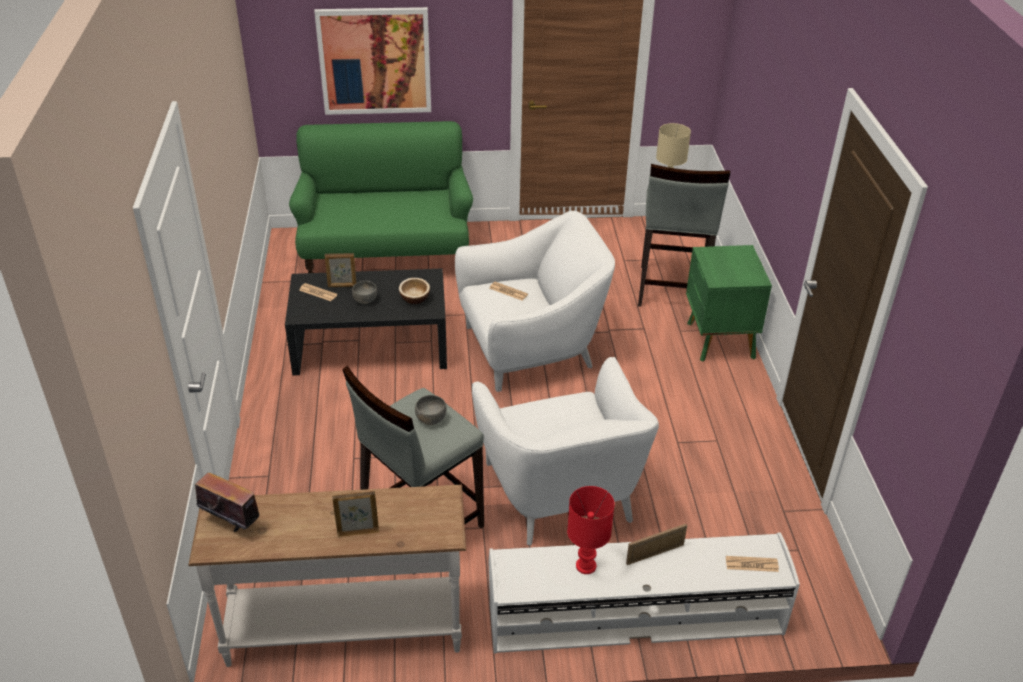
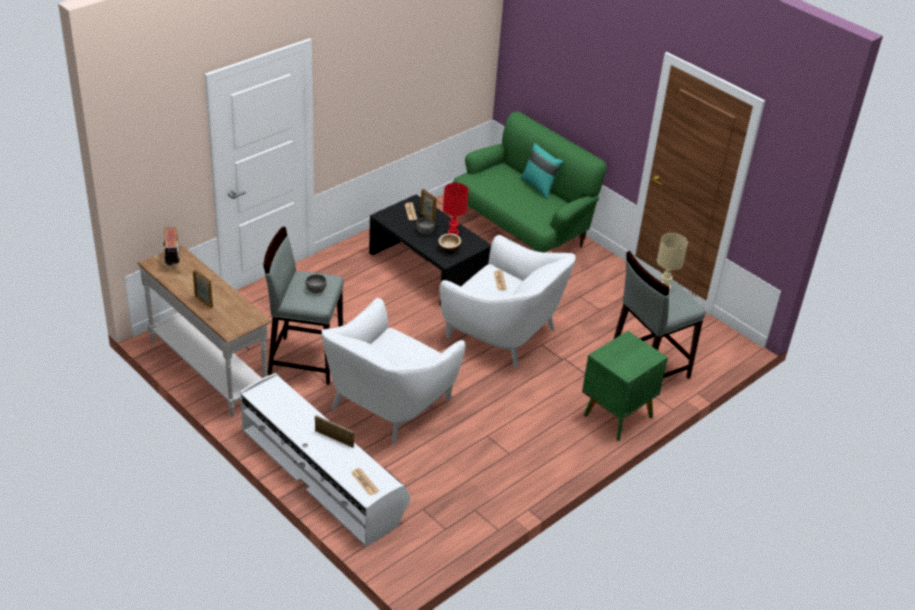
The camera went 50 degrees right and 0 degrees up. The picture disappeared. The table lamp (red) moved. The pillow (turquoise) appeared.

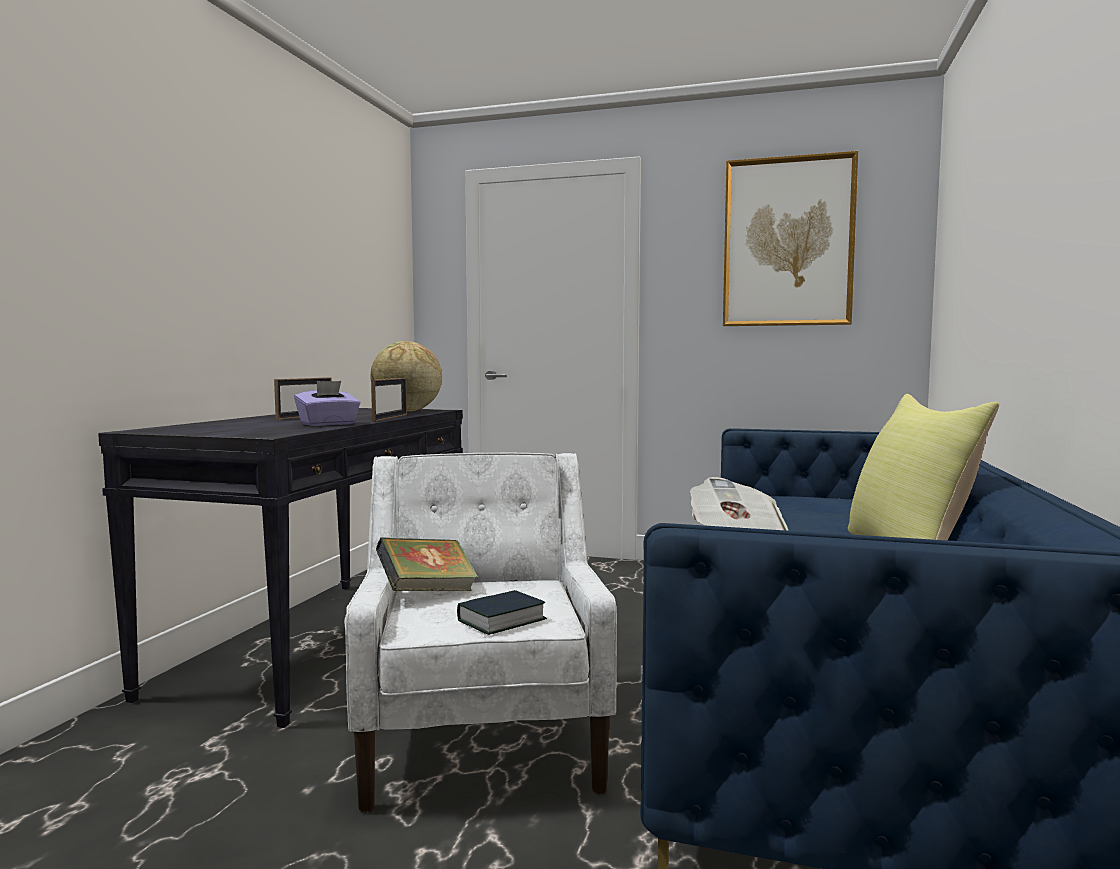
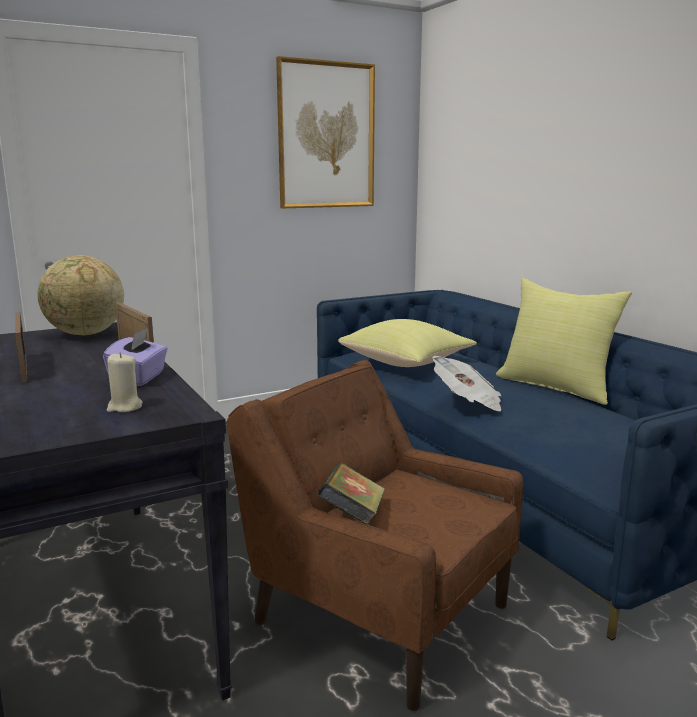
The camera went 45 degrees left and 10 degrees up. The armchair (white) became the armchair (brown). The book (no. 2 from left) disappeared. The pillow (yellow) (no. 1 from left) appeared. The candle (beige) appeared.

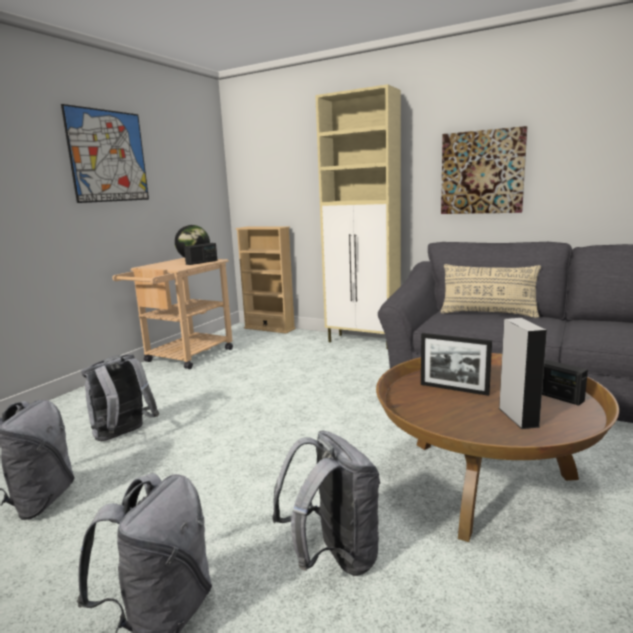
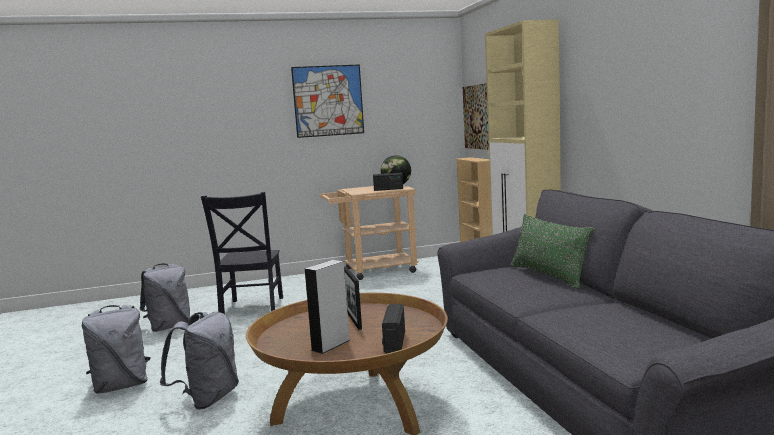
The camera went 45 degrees right and 5 degrees down. The picture (no. 2 from left) moved. The pillow (beige) became the pillow (green). The backpack (grey) (no. 2 from left) was replaced by the chair (black).

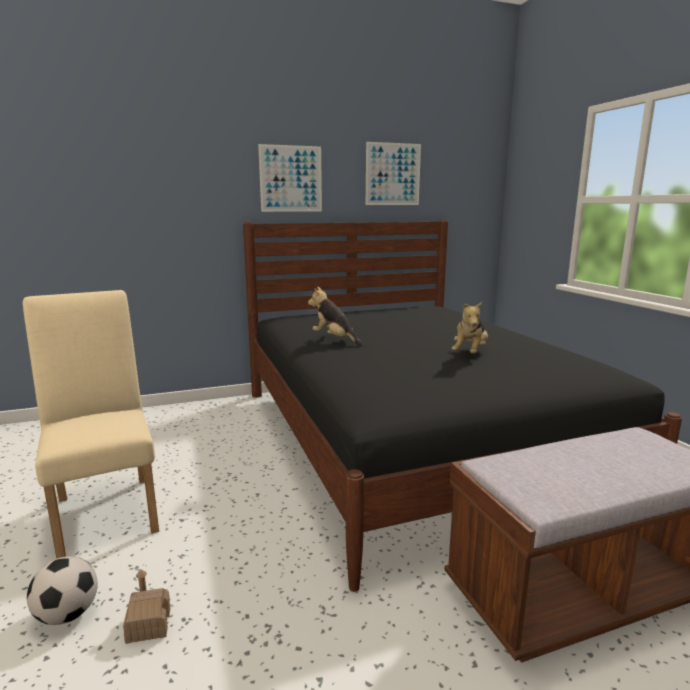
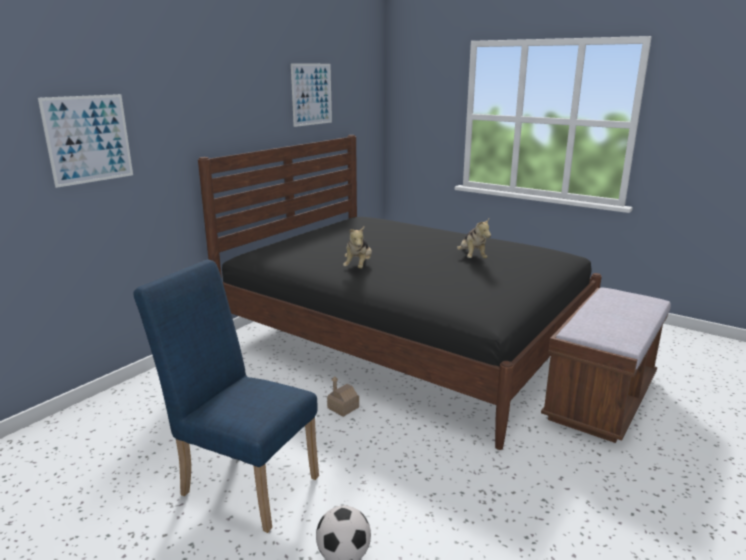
The camera went 35 degrees left and 5 degrees up. The picture (no. 1 from left) moved. The plush toy (no. 1 from left) turned 90 degrees counterclockwise. The chair (beige) became the chair (blue). The toy house moved.

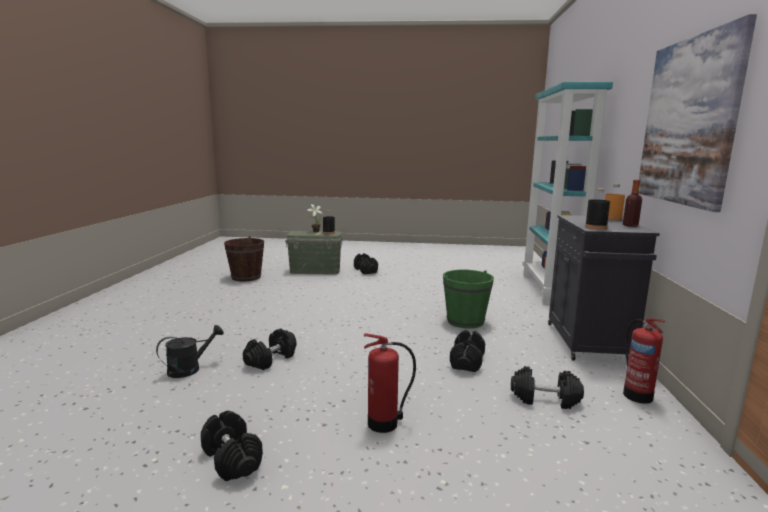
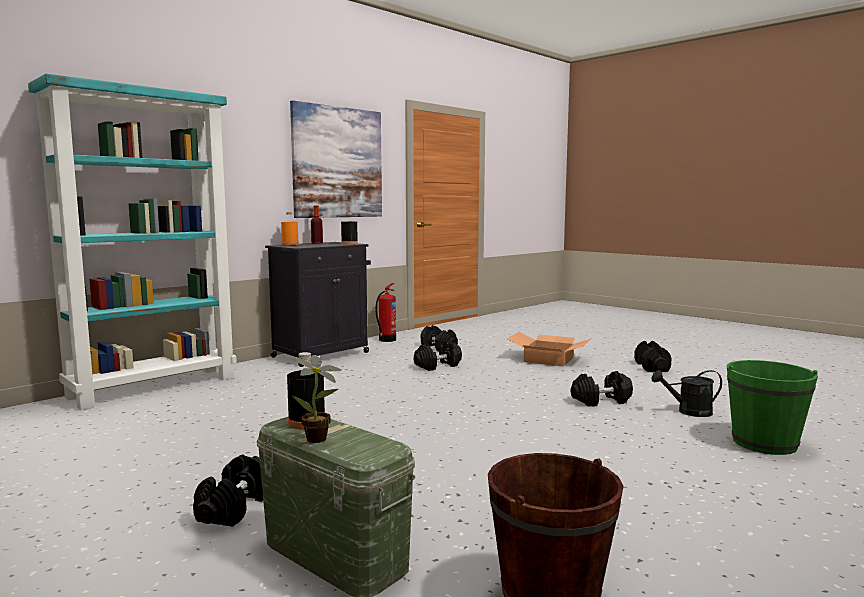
The camera went 140 degrees left and 5 degrees down. The bucket (green) moved. The fire extinguisher (no. 1 from left) was replaced by the cardboard box.

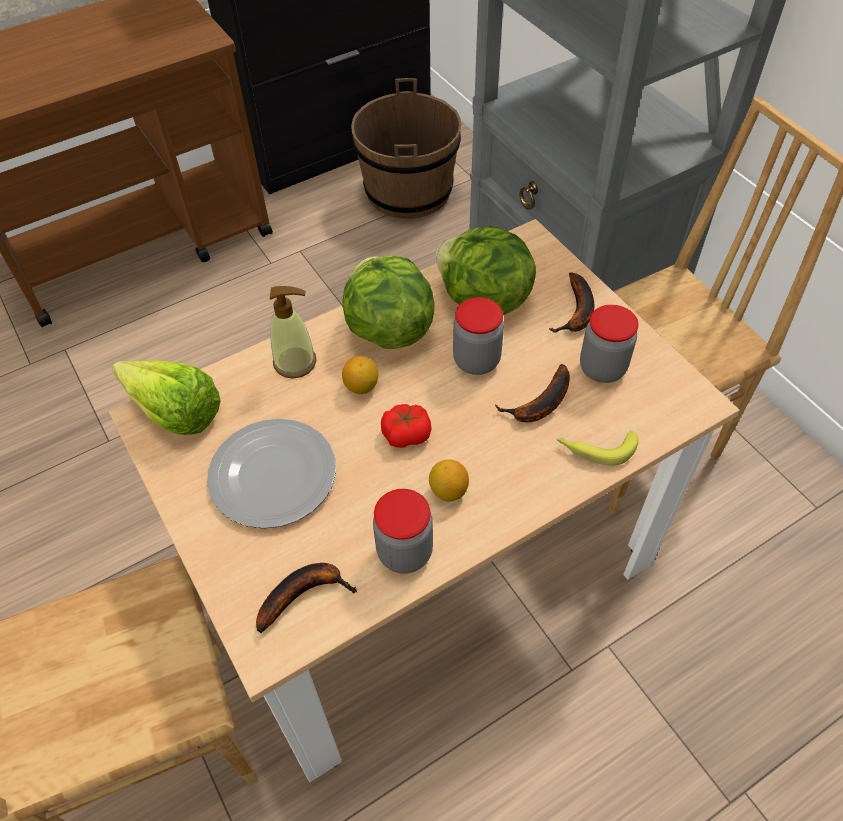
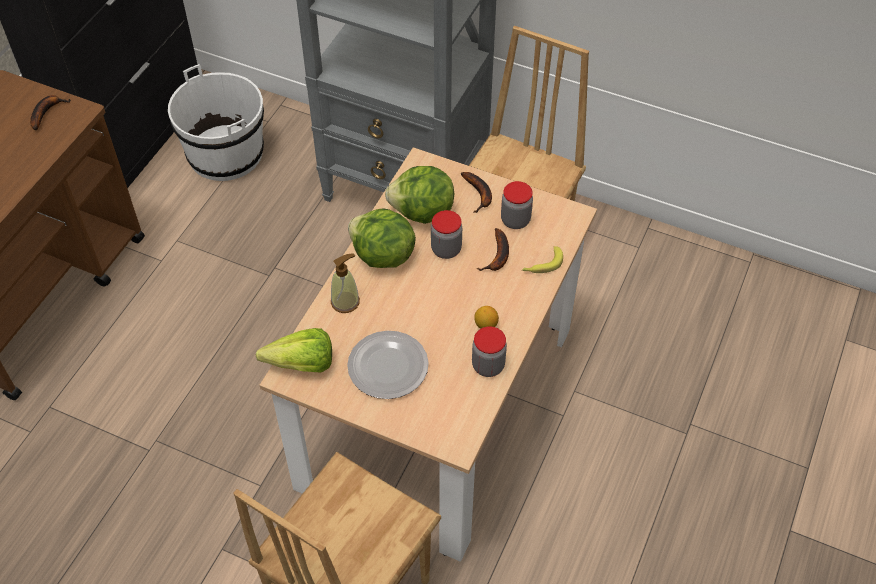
The camera went 35 degrees left and 0 degrees up. The bucket (brown) became the bucket (white). The lemon (no. 1 from left) disappeared. The tomato disappeared. The banana (no. 1 from left) moved.

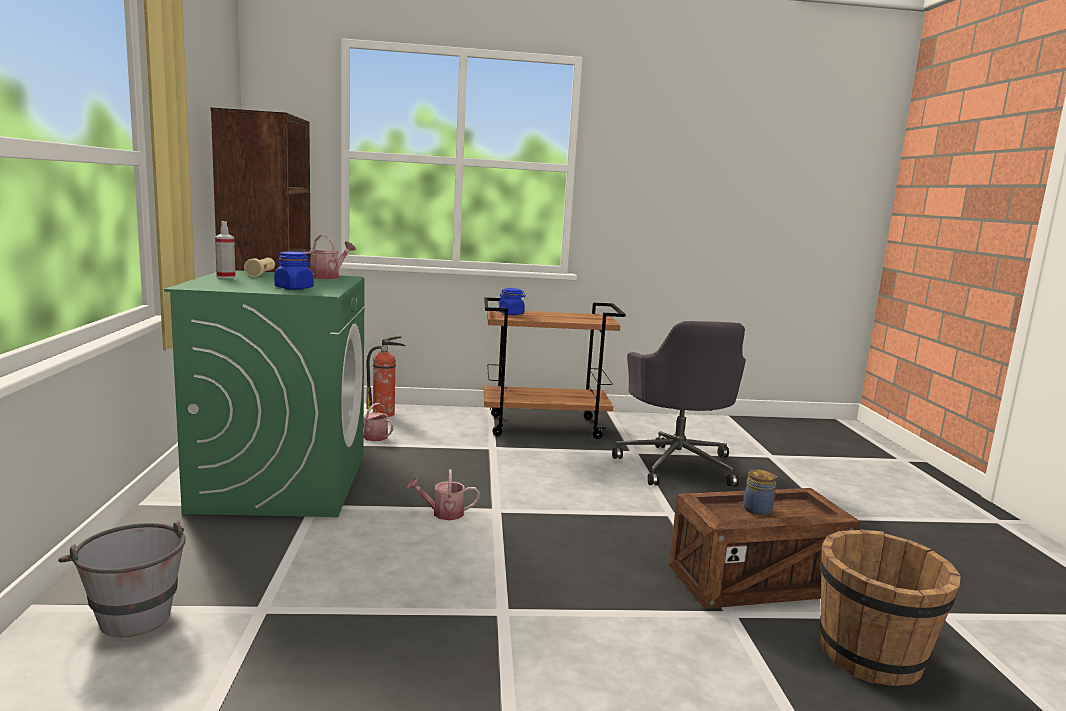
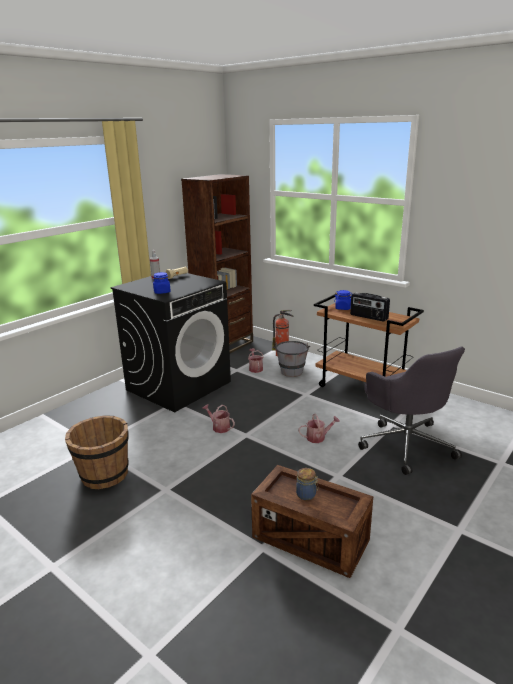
The camera went 45 degrees right and 10 degrees up. The watering can (no. 1 from left in the first image) moved. The washing machine (green) became the washing machine (black). The office chair (grey) turned 60 degrees counterclockwise. The bucket (grey) moved. The bucket (brown) moved. The radio appeared.

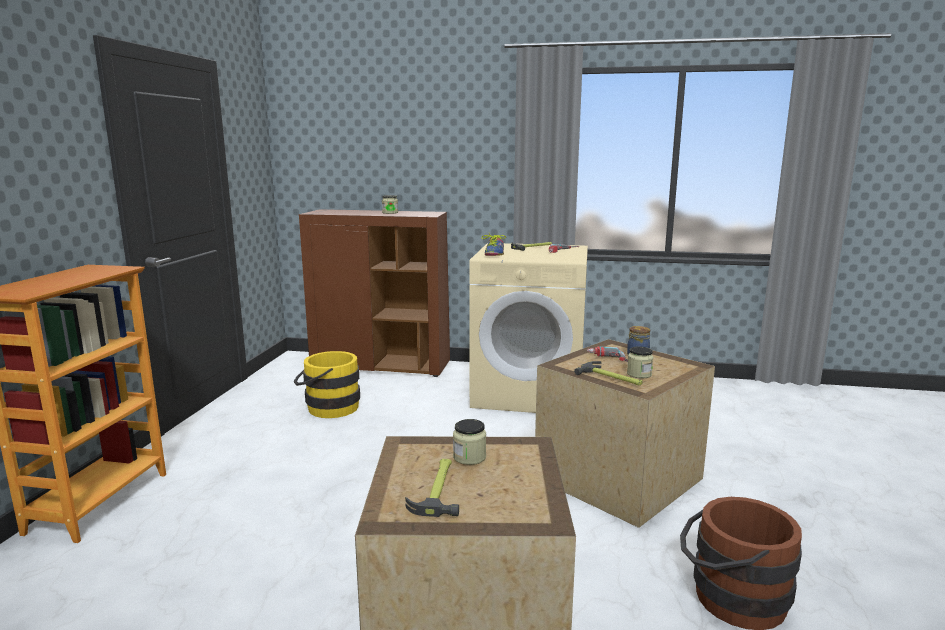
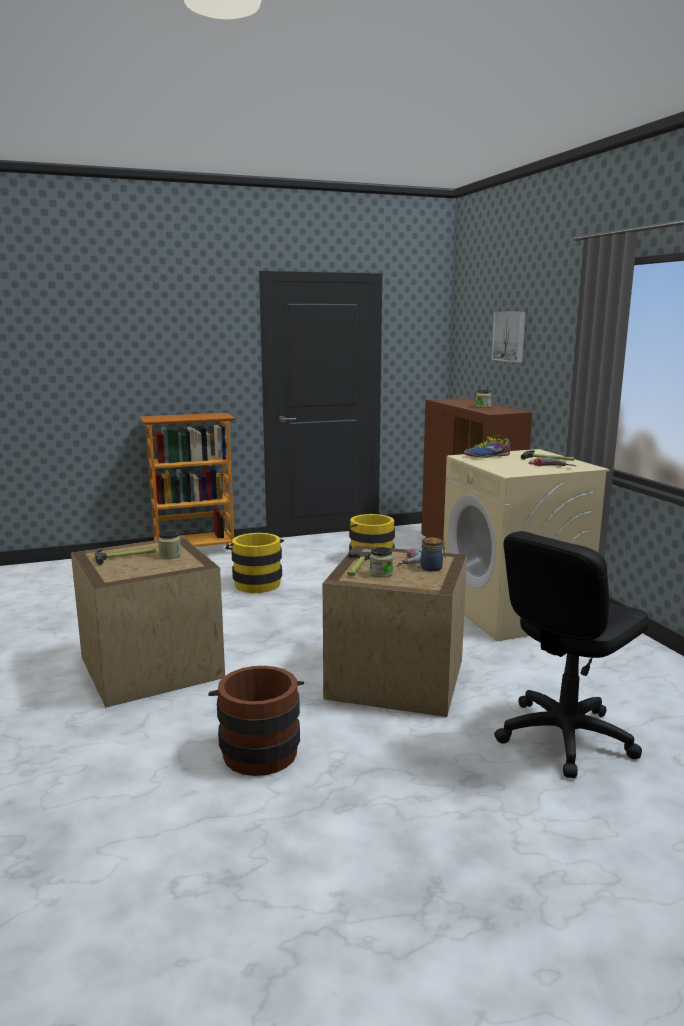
The camera went 60 degrees right and 0 degrees up. The picture appeared. The office chair (black) appeared. The bucket (yellow) (no. 1 from left) appeared.

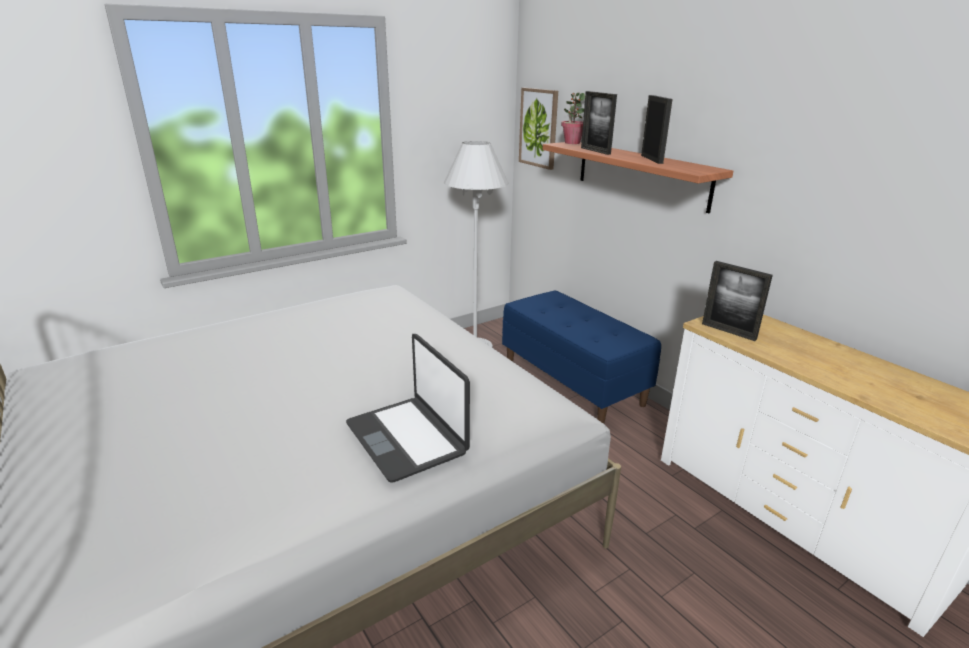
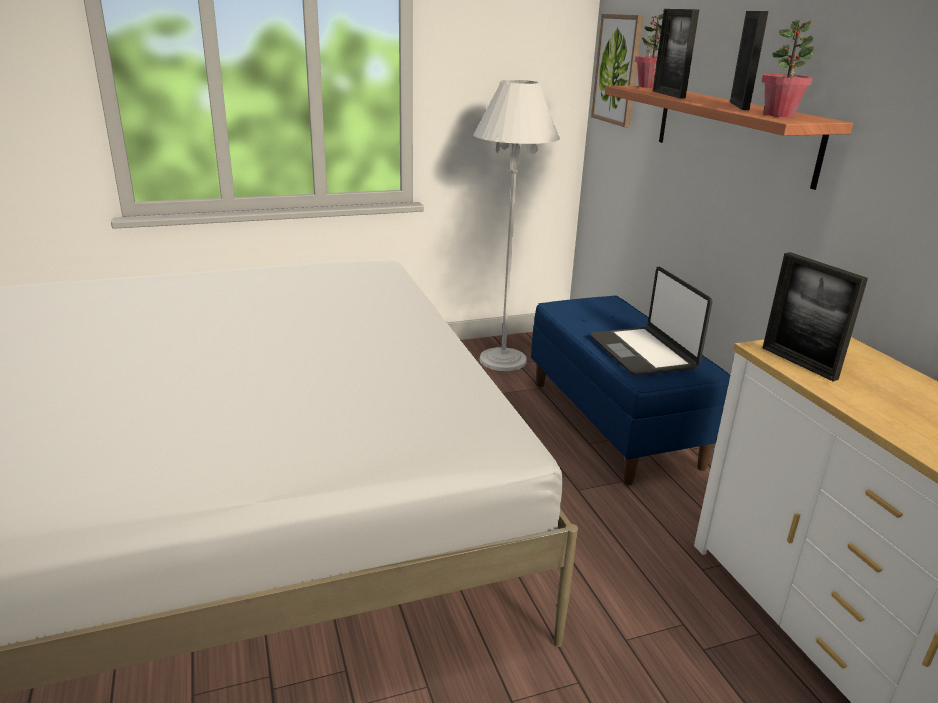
The camera went 15 degrees right and 0 degrees up. The laptop moved. The potted plant (no. 2 from left) appeared.

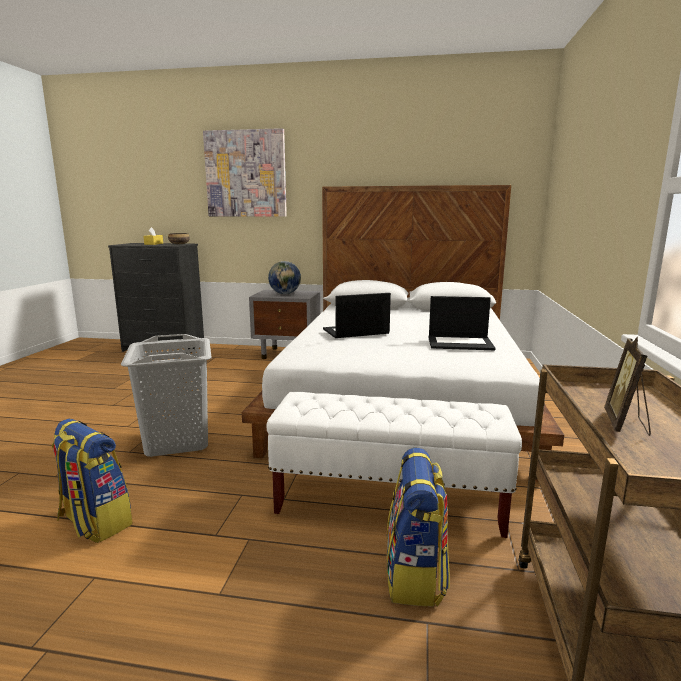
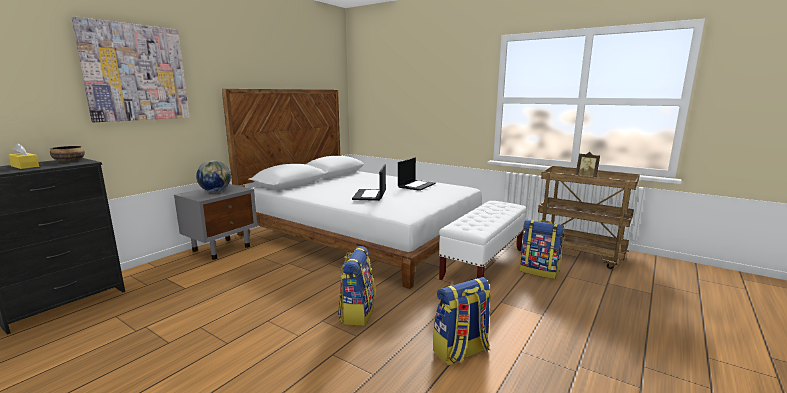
The camera went 65 degrees left and 0 degrees up. The laundry basket (grey) was replaced by the backpack (no. 1 from left).

